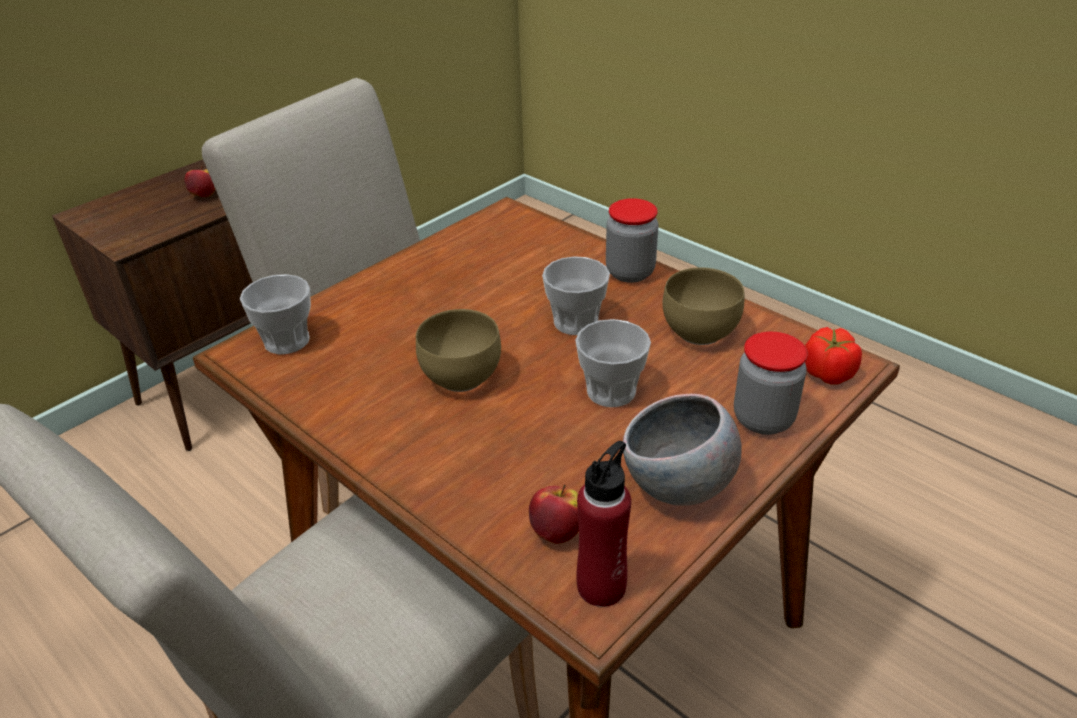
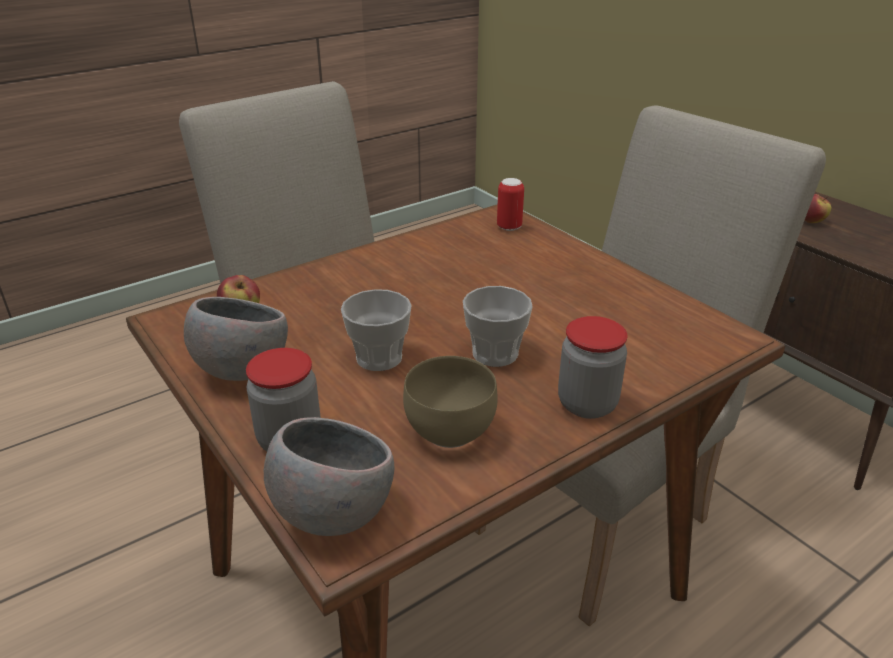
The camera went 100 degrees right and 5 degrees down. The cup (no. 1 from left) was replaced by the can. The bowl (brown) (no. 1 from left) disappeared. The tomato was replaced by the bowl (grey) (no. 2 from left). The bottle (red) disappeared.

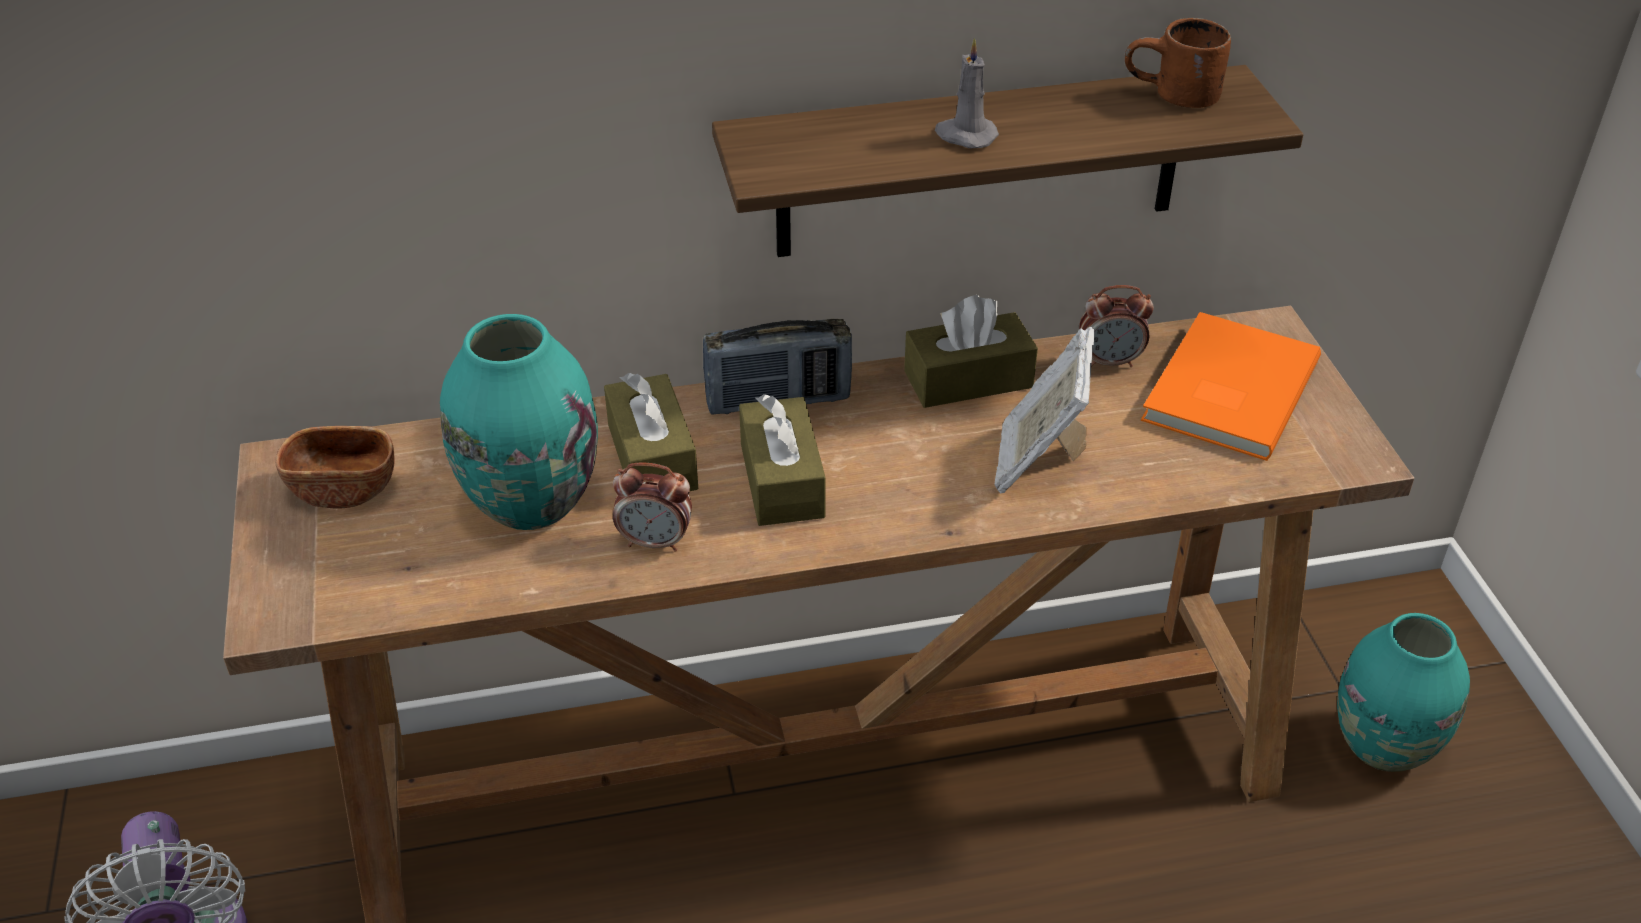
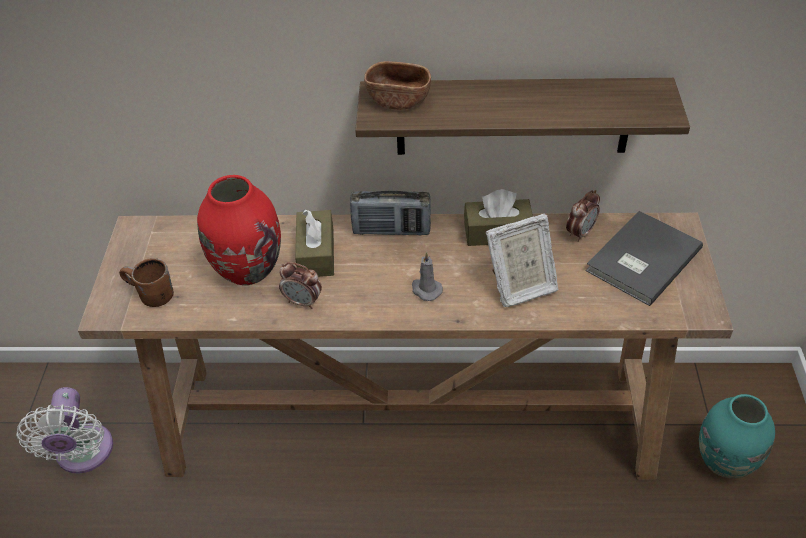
The camera went 15 degrees right and 5 degrees up. The mug (brown) moved. The candle (grey) moved. The alarm clock (no. 2 from left) turned 60 degrees counterclockwise. The book (orange) became the book (grey). The vase (turquoise) (no. 1 from left) became the vase (red). The picture frame turned 135 degrees counterclockwise. The tissue box (brown) (no. 2 from left) disappeared. The bowl (brown) moved.

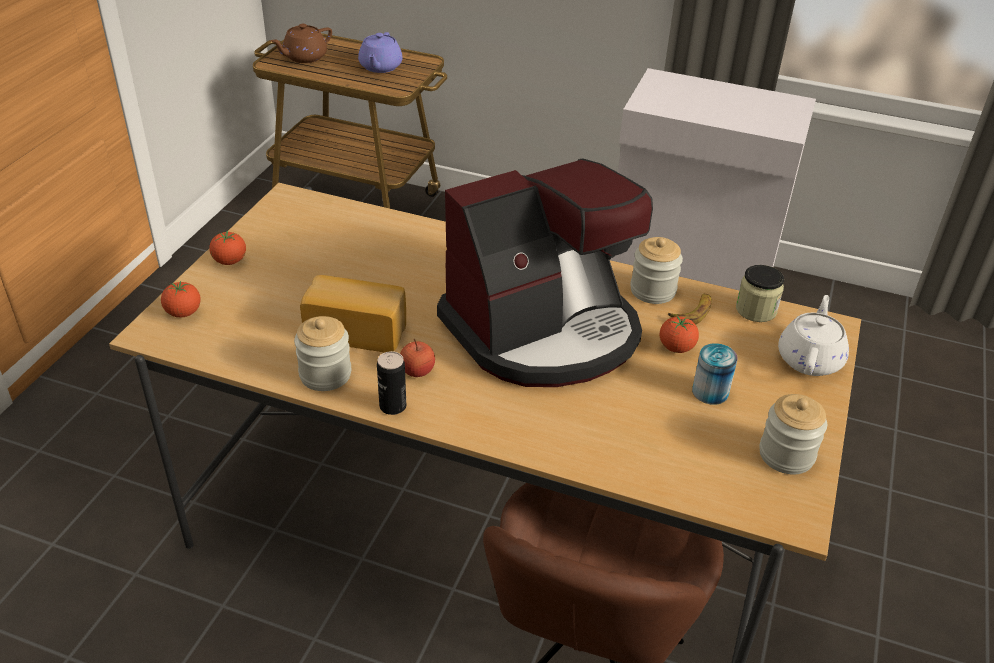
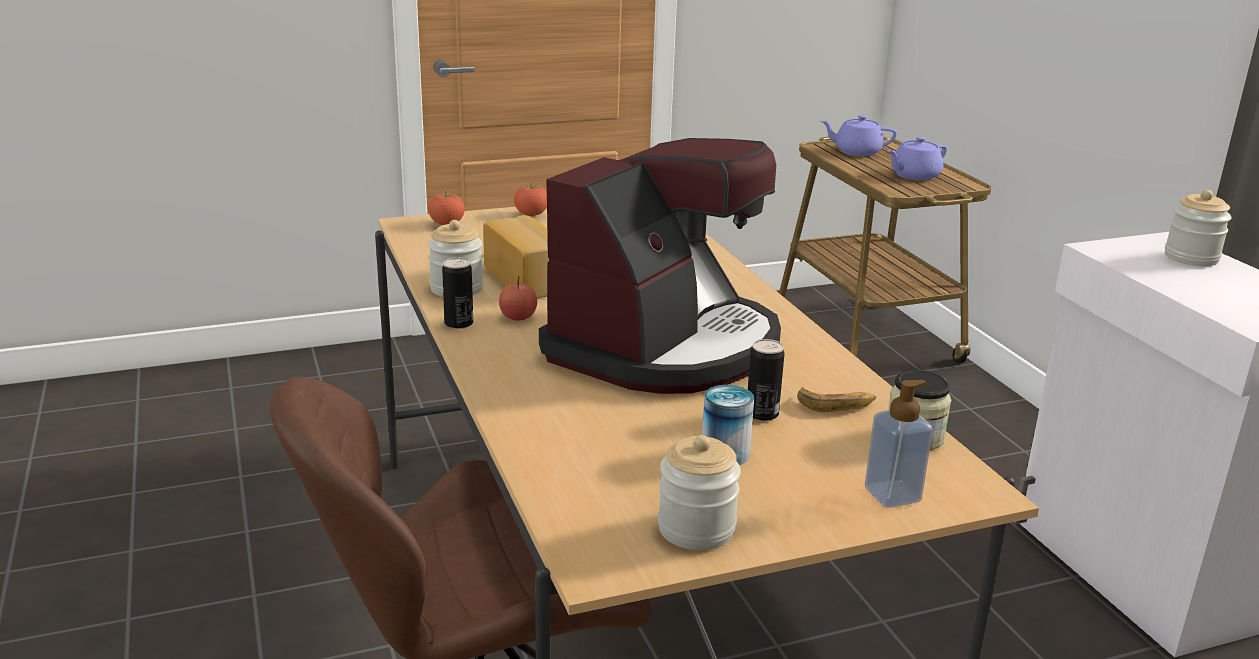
The camera went 50 degrees right and 15 degrees down. The teapot (brown) became the teapot (purple) (no. 1 from left). The coffee machine turned 75 degrees counterclockwise. The jar (no. 2 from left in the first image) moved. The teapot (white) was replaced by the soap dispenser. The tomato (no. 3 from left) was replaced by the can (no. 3 from left).

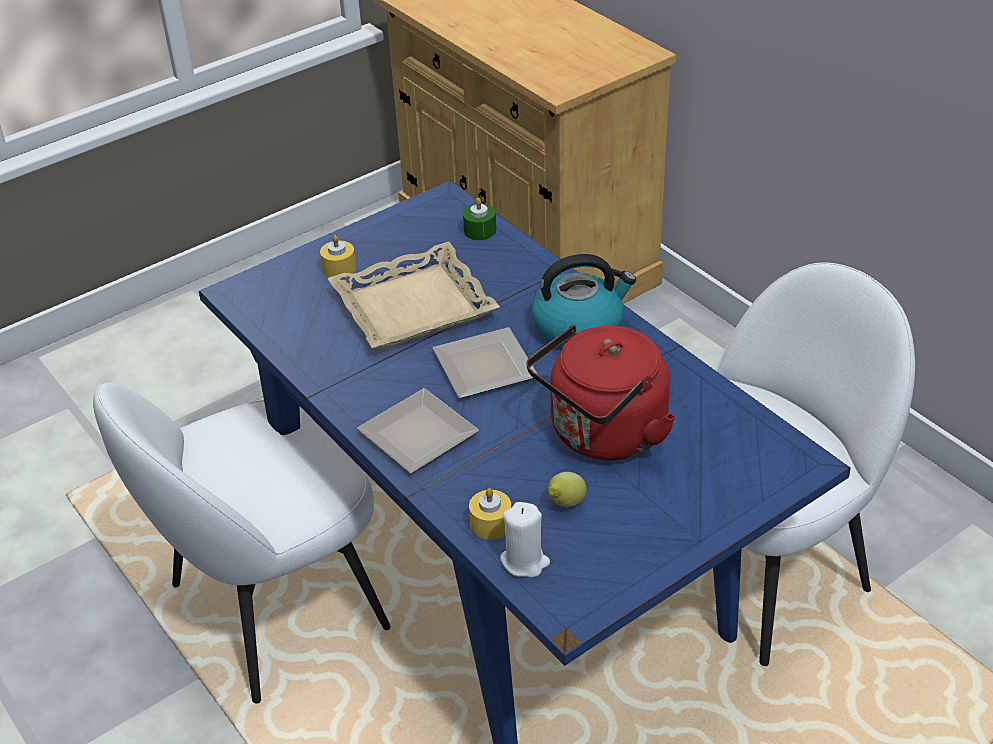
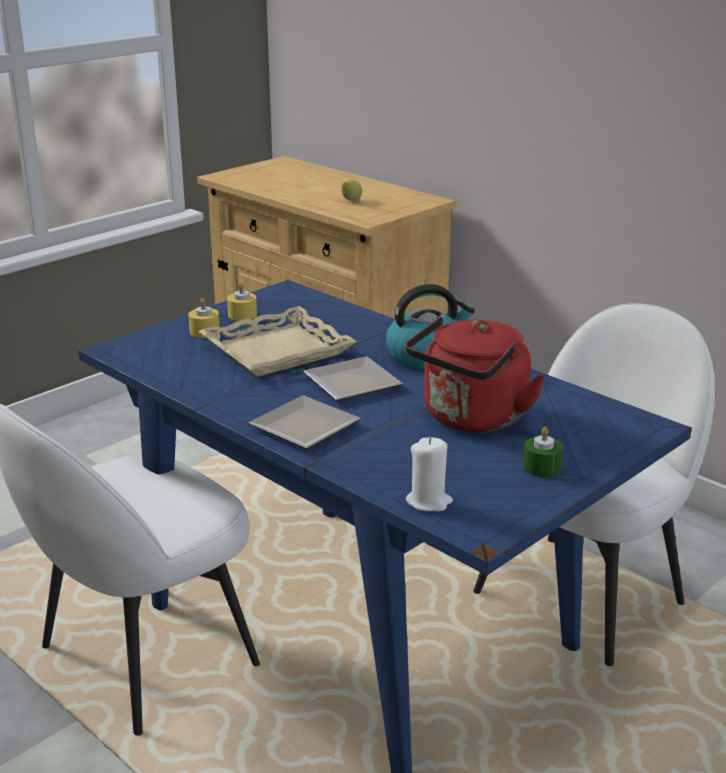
The camera went 10 degrees left and 15 degrees down. The candle (green) moved. The lemon moved. The candle (yellow) (no. 2 from left) moved.

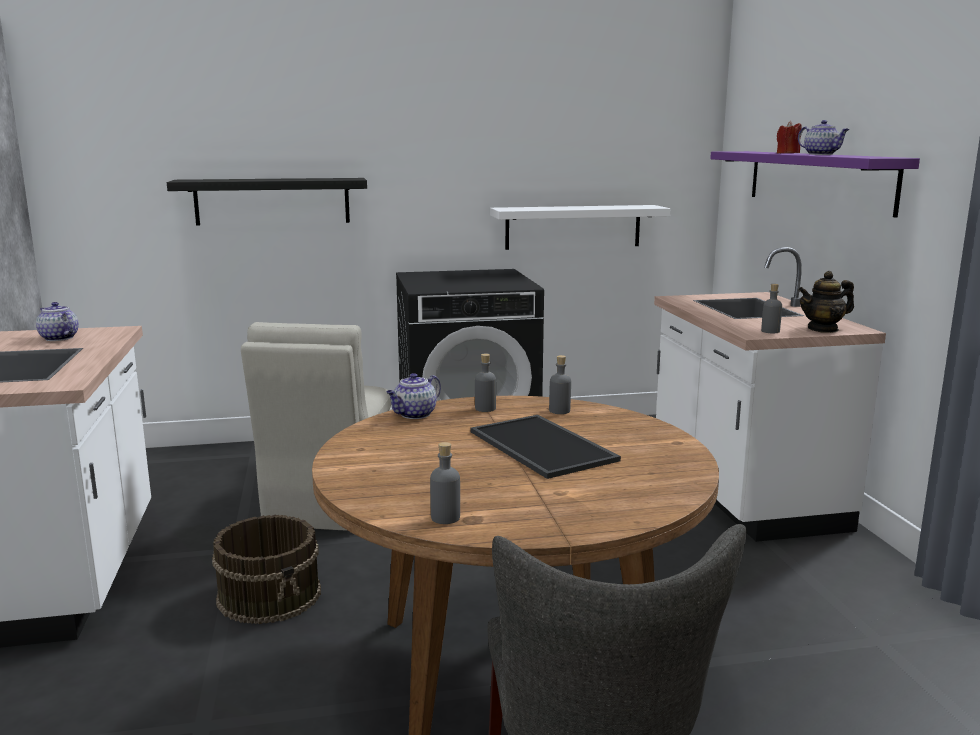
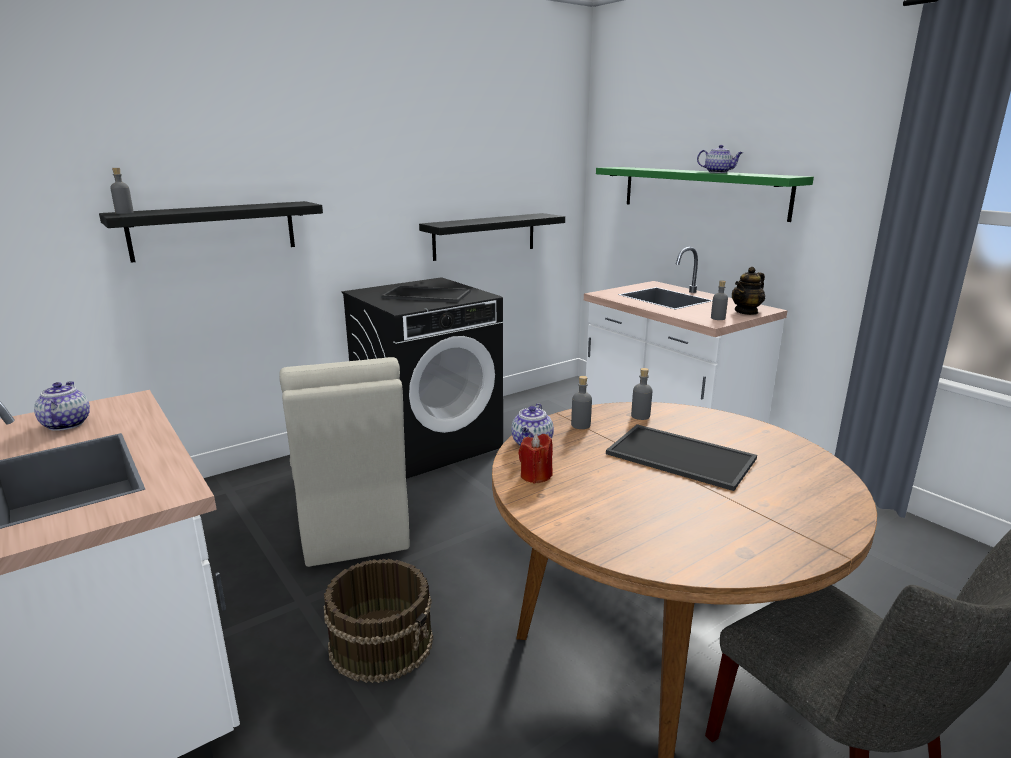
The camera went 25 degrees left and 5 degrees up. The candle (red) moved. The shelf (purple) became the shelf (green). The shelf (white) became the shelf (black) (no. 2 from left). The teapot (no. 1 from left) turned 60 degrees clockwise. The bottle (grey) (no. 1 from left) moved. The tray (no. 1 from left) appeared.

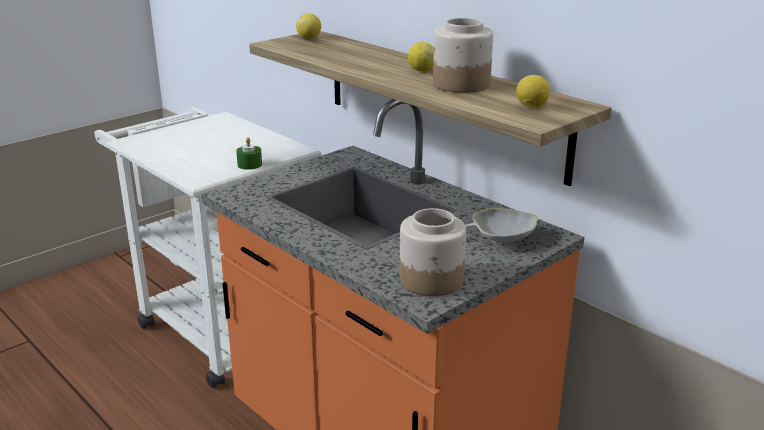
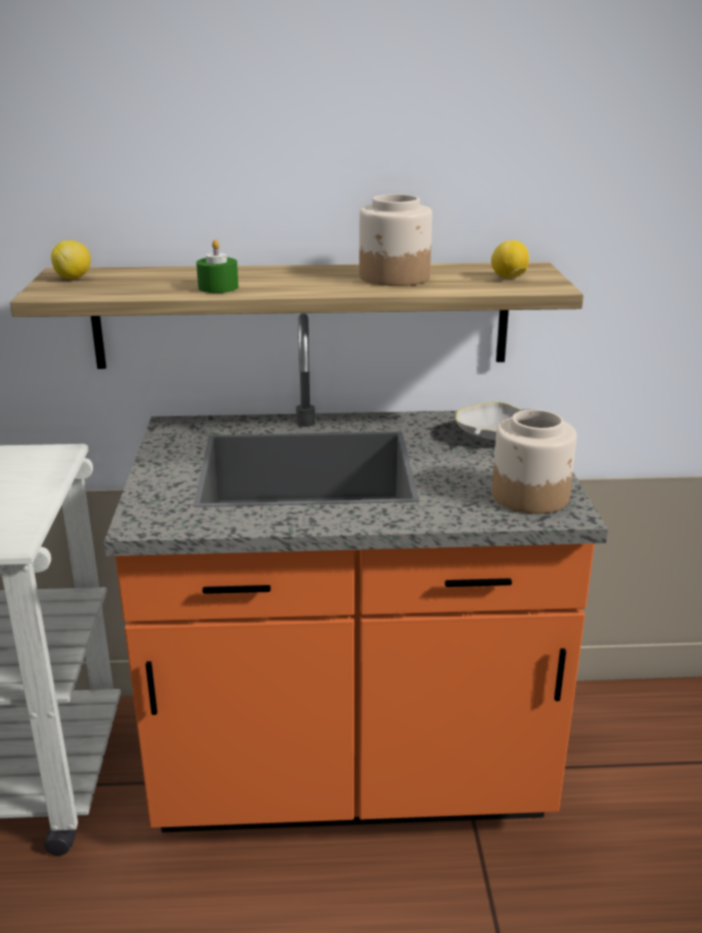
The camera went 50 degrees left and 0 degrees up. The lemon (no. 2 from left) disappeared. The candle (green) moved.

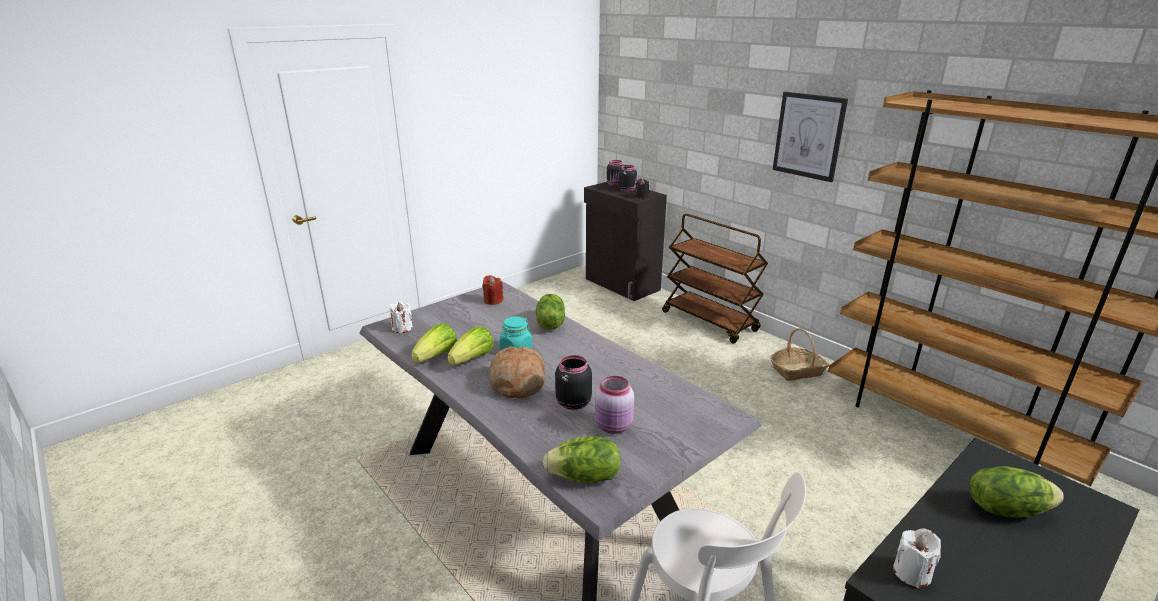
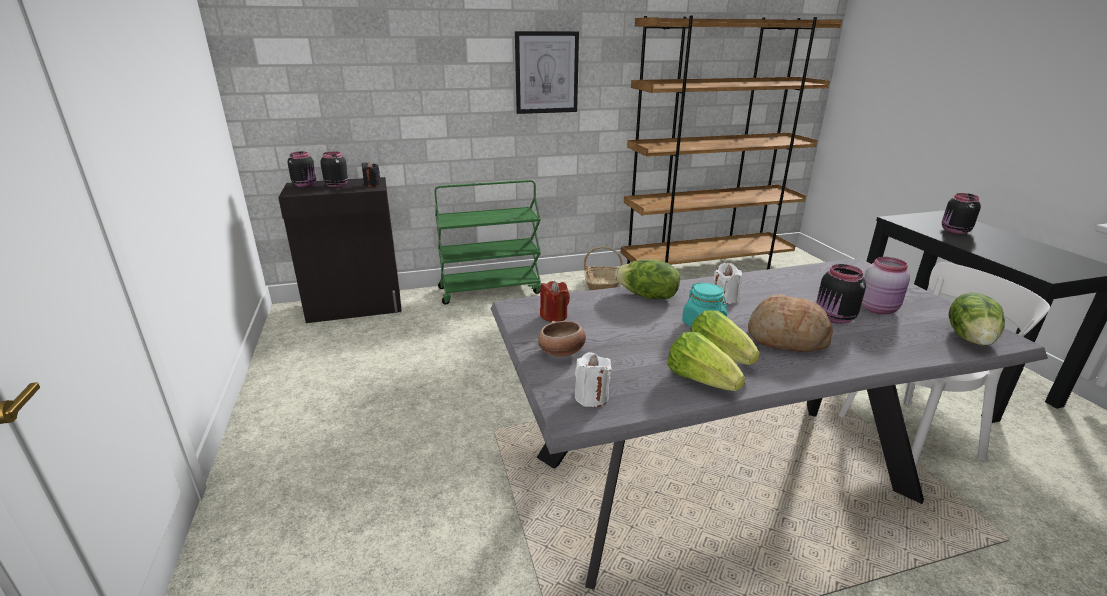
The camera went 65 degrees left and 0 degrees up. The cart (brown) became the cart (green). The lettuce (no. 5 from left) was replaced by the jar (black) (no. 4 from left). The candle (white) (no. 2 from left) moved. The bowl appeared.

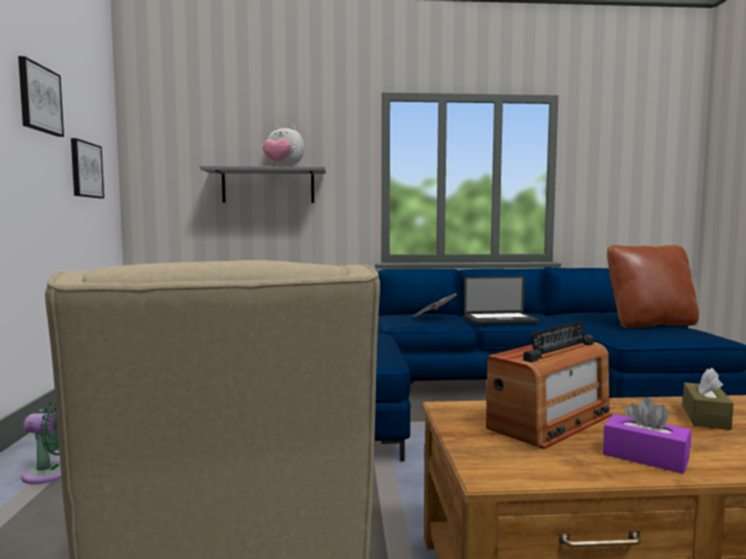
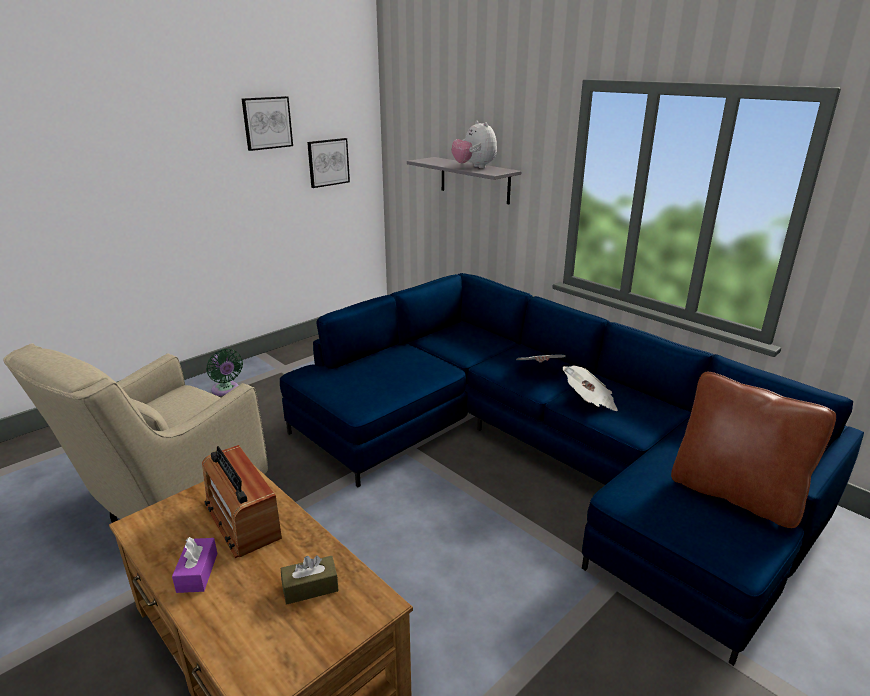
The camera went 50 degrees right and 20 degrees up. The laptop was replaced by the newspaper (no. 2 from left). The radio turned 45 degrees clockwise.

